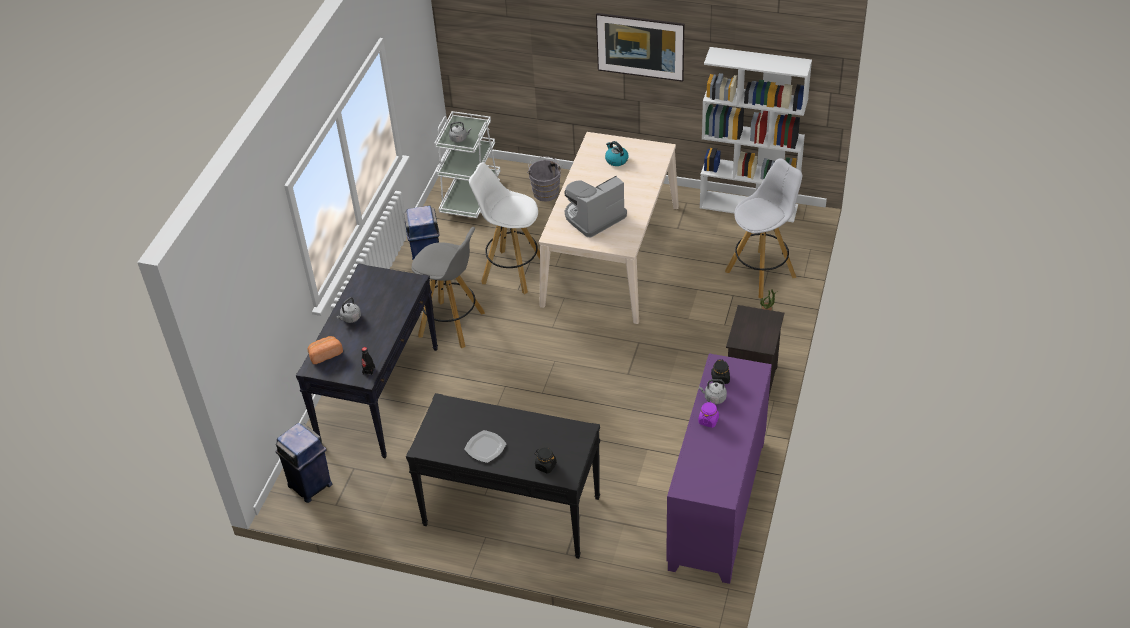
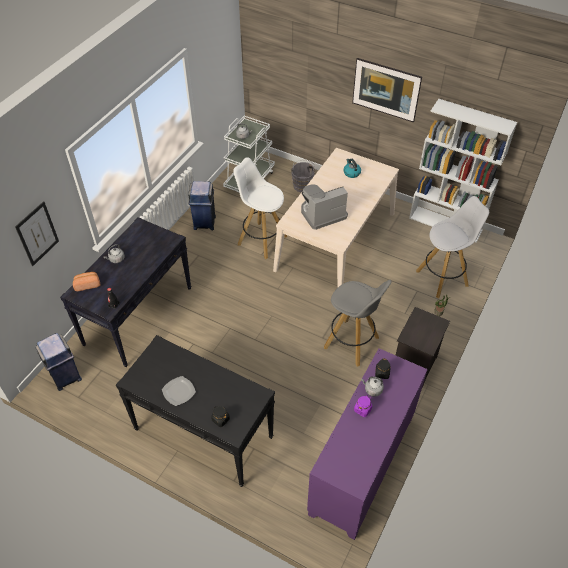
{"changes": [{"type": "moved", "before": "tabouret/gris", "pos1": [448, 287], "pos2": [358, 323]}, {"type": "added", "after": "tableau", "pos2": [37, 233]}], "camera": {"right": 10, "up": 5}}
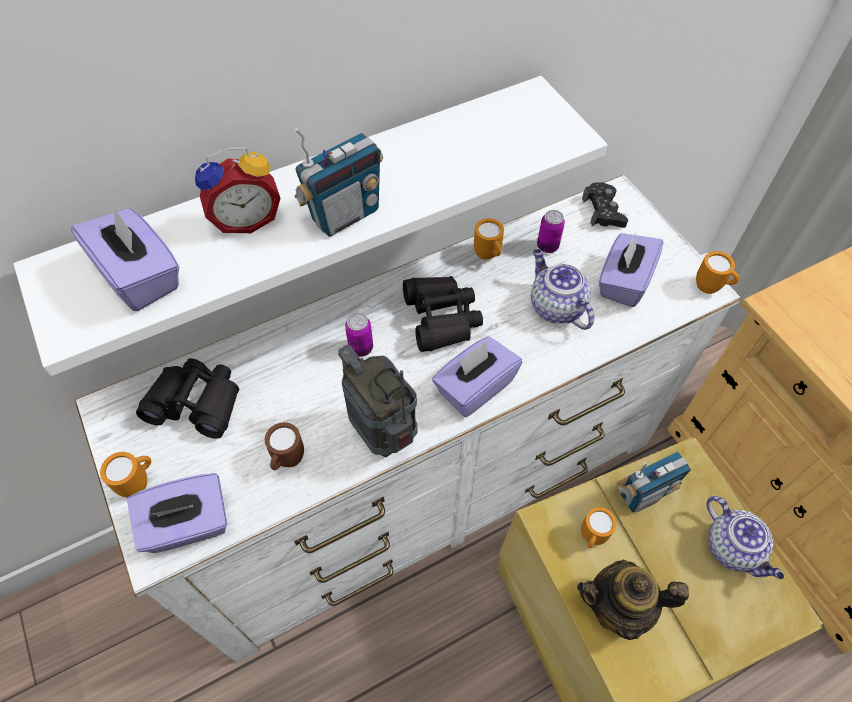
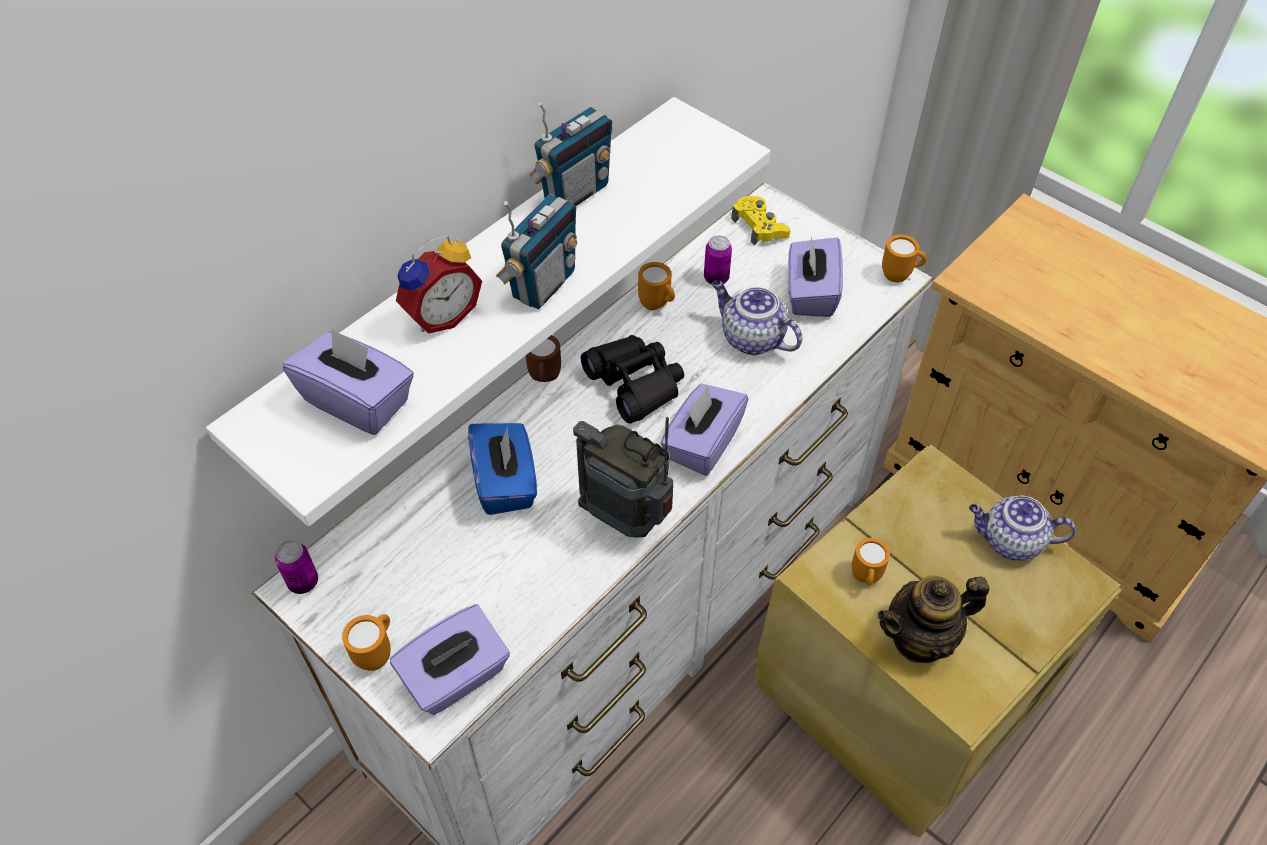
{"changes": [{"type": "removed", "before": "jumelles/noir", "pos1": [187, 398]}, {"type": "moved", "before": "mug/marron", "pos1": [284, 446], "pos2": [543, 358]}, {"type": "moved", "before": "boîte métallique", "pos1": [359, 335], "pos2": [296, 567]}, {"type": "recoloured", "before": "manette/noir", "after": "manette/jaune", "pos1": [605, 205], "pos2": [761, 221]}, {"type": "moved", "before": "radio", "pos1": [653, 482], "pos2": [570, 154]}, {"type": "turned", "before": "théière", "pos1": [745, 538], "pos2": [1022, 528], "turn": 150}, {"type": "added", "after": "boîte à mouchoirs/bleu", "pos2": [502, 469]}], "camera": {"right": -20, "up": -5}}
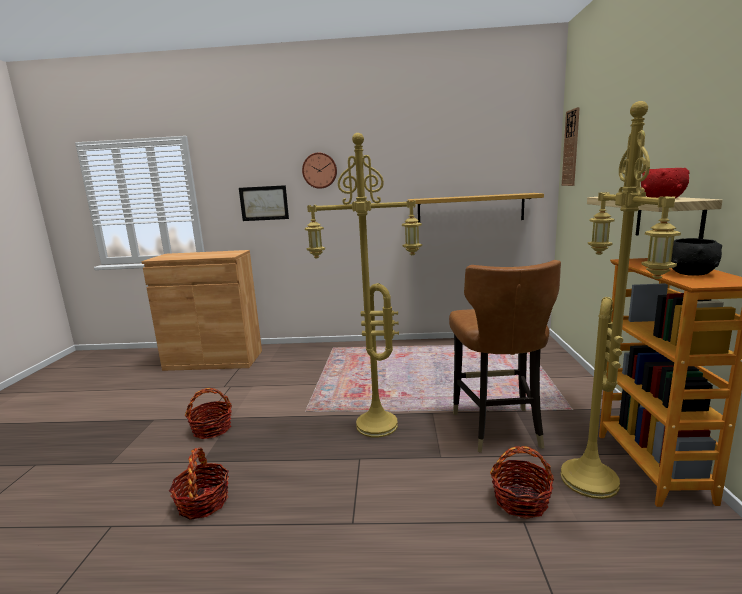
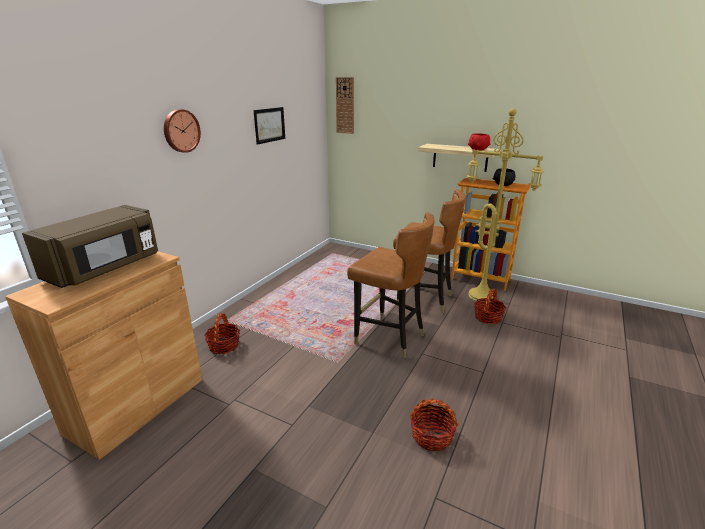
{"changes": [{"type": "moved", "before": "panier", "pos1": [208, 413], "pos2": [222, 333]}, {"type": "moved", "before": "tableau", "pos1": [264, 203], "pos2": [269, 126]}, {"type": "replaced", "before": "lampadaire/jaune", "after": "chaise/marron", "pos1": [363, 285], "pos2": [391, 285]}, {"type": "removed", "before": "étagère", "pos1": [476, 208]}, {"type": "added", "after": "micro-ondes/marron", "pos2": [90, 246]}], "camera": {"right": -65, "up": 10}}
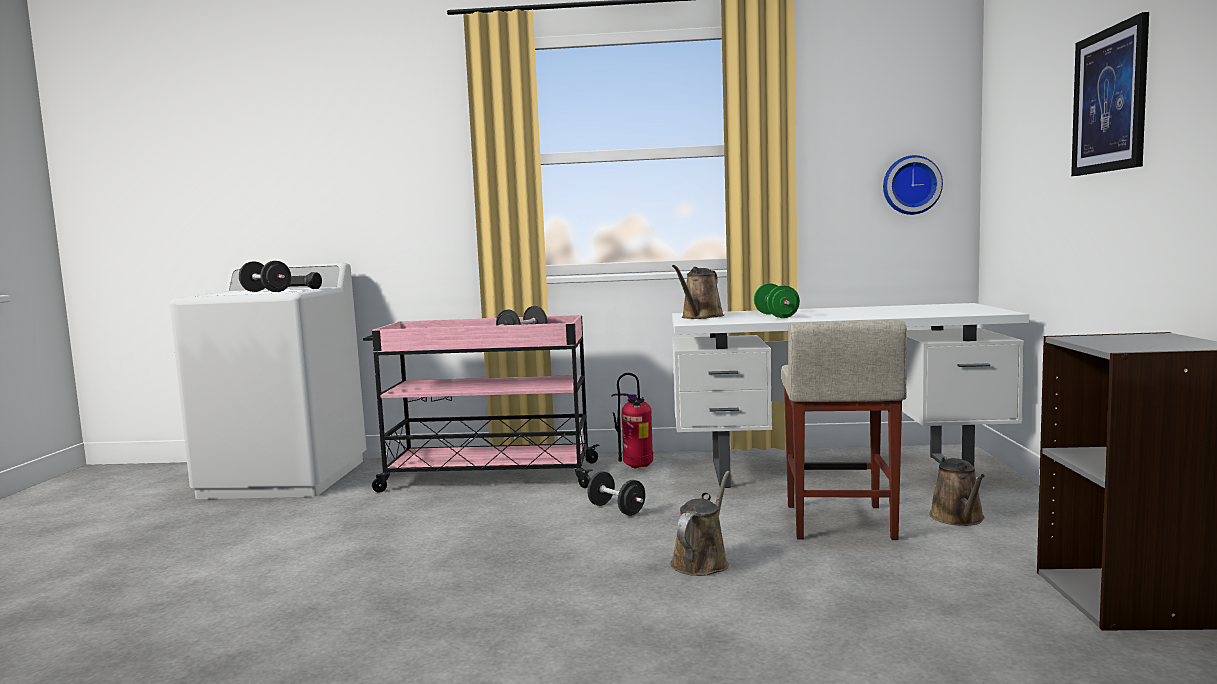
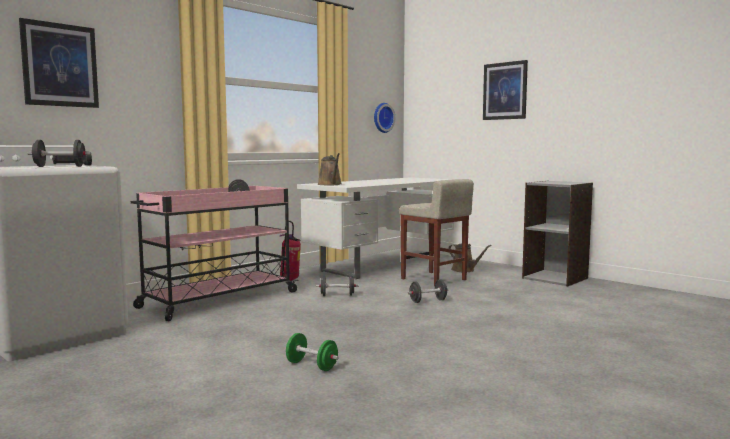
{"changes": [{"type": "replaced", "before": "arrosoir/marron", "after": "haltère/noir", "pos1": [700, 523], "pos2": [428, 291]}, {"type": "moved", "before": "haltère/vert", "pos1": [777, 300], "pos2": [312, 352]}, {"type": "added", "after": "tableau", "pos2": [59, 63]}], "camera": {"right": -50, "up": 0}}
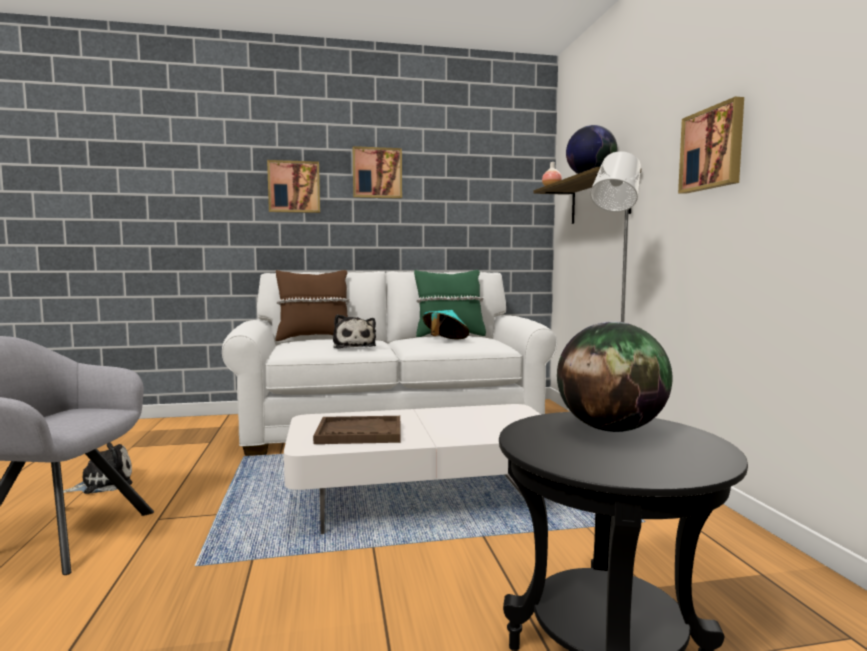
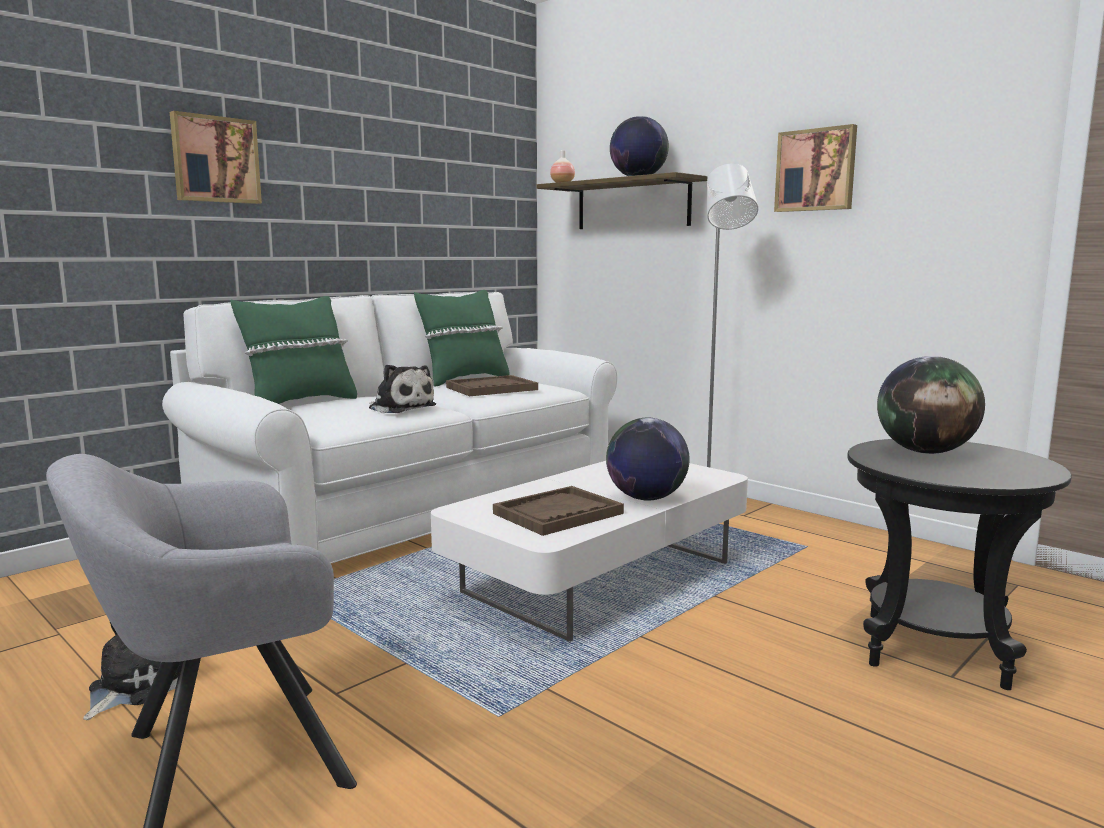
{"changes": [{"type": "recoloured", "before": "coussin/marron", "after": "coussin/vert", "pos1": [312, 305], "pos2": [294, 350]}, {"type": "removed", "before": "tableau", "pos1": [377, 172]}, {"type": "replaced", "before": "chapeau/turquoise", "after": "plateau/marron", "pos1": [445, 324], "pos2": [492, 385]}, {"type": "added", "after": "globe", "pos2": [648, 459]}], "camera": {"right": -35, "up": 5}}
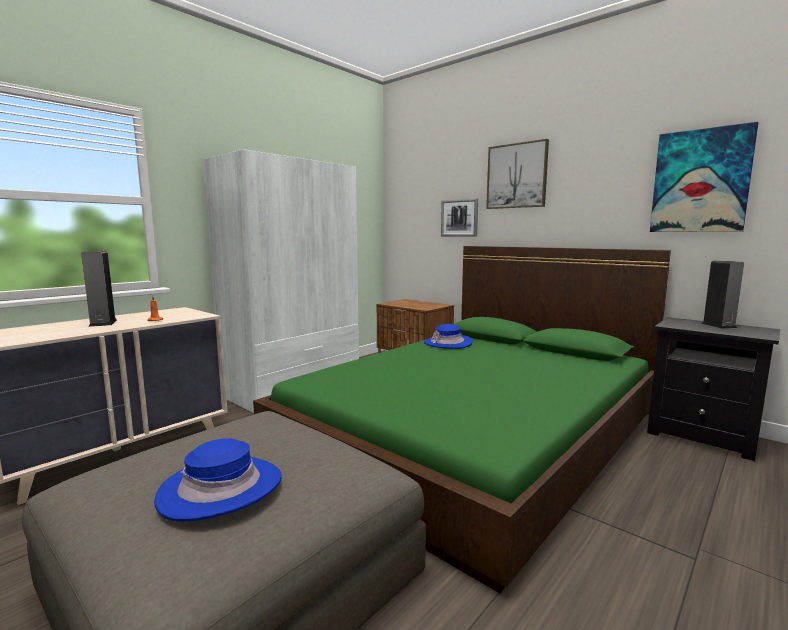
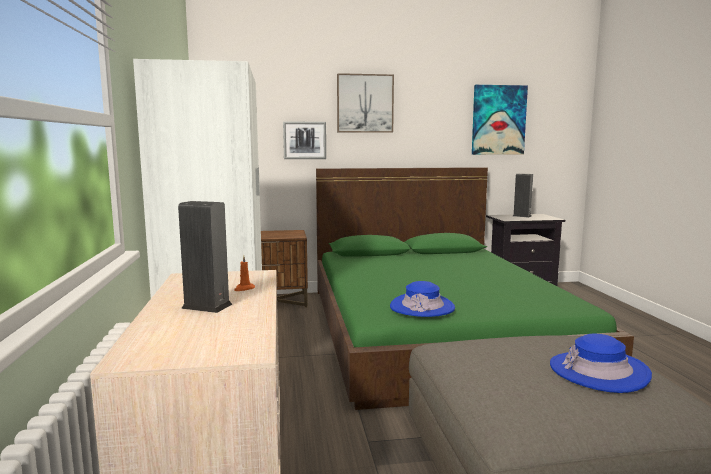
{"changes": [{"type": "moved", "before": "chapeau/bleu", "pos1": [448, 336], "pos2": [422, 299]}], "camera": {"right": -50, "up": 0}}
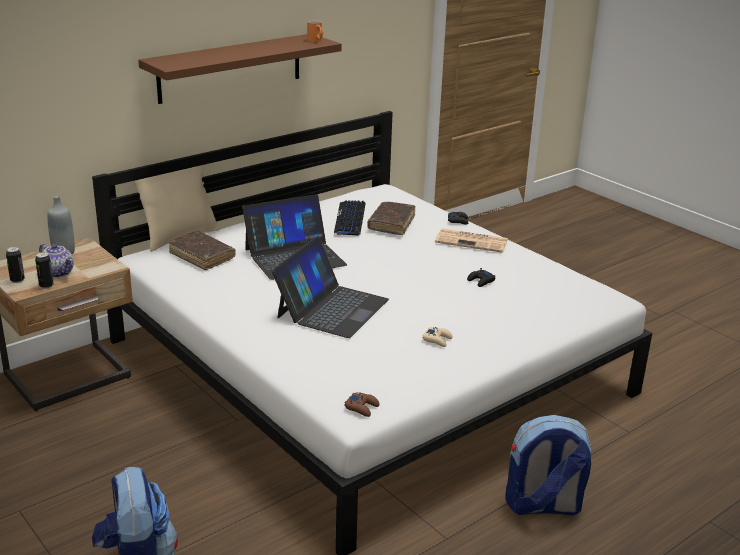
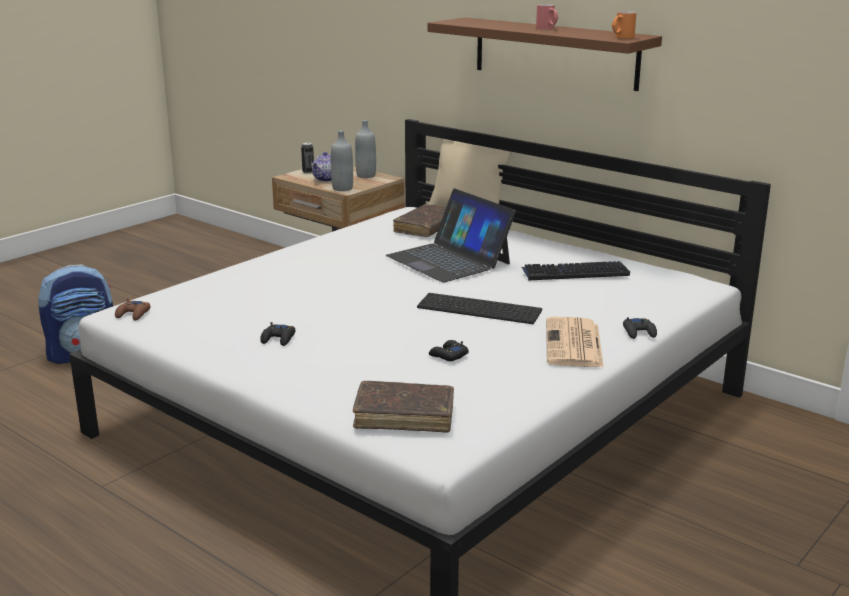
{"changes": [{"type": "removed", "before": "boîte métallique", "pos1": [44, 270]}, {"type": "removed", "before": "ordinateur portable", "pos1": [330, 287]}, {"type": "moved", "before": "livre/marron", "pos1": [391, 218], "pos2": [403, 407]}, {"type": "recoloured", "before": "manette/beige", "after": "manette/noir", "pos1": [437, 337], "pos2": [277, 334]}, {"type": "removed", "before": "sac à dos", "pos1": [548, 465]}, {"type": "added", "after": "bouteille/gris", "pos2": [342, 160]}, {"type": "added", "after": "clavier", "pos2": [479, 308]}, {"type": "added", "after": "mug/rouge", "pos2": [547, 17]}], "camera": {"right": 80, "up": -5}}
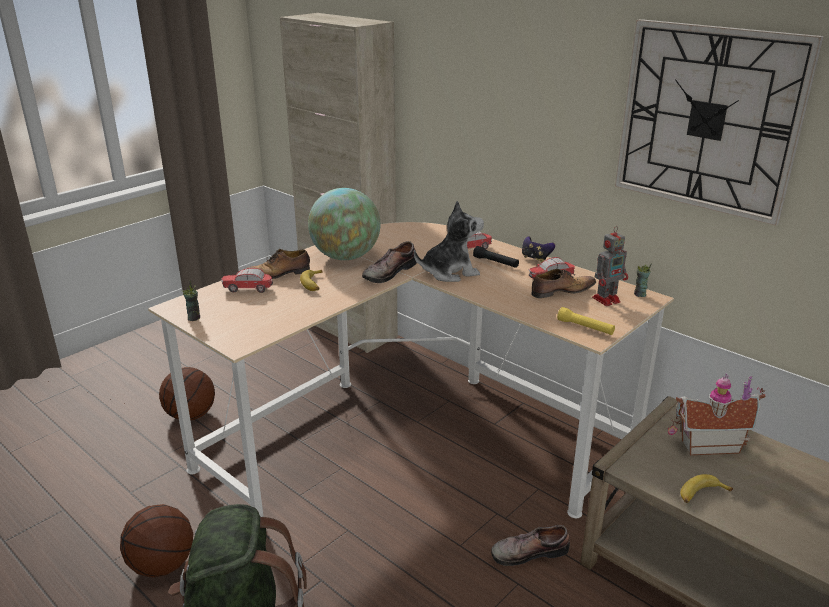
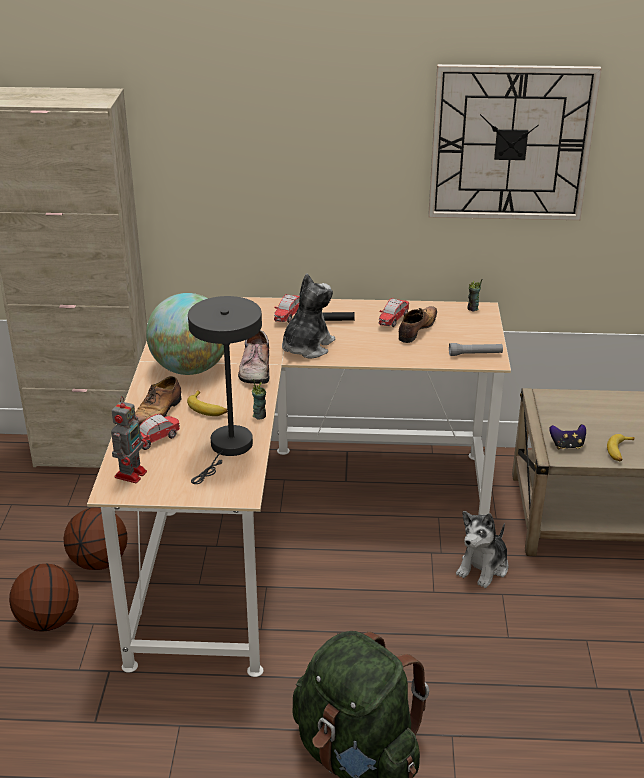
{"changes": [{"type": "moved", "before": "ballon de basket", "pos1": [156, 541], "pos2": [95, 538]}, {"type": "moved", "before": "tasse", "pos1": [191, 300], "pos2": [259, 399]}, {"type": "replaced", "before": "chaussure", "after": "peluche", "pos1": [530, 545], "pos2": [482, 549]}, {"type": "moved", "before": "manette", "pos1": [538, 249], "pos2": [567, 436]}, {"type": "recoloured", "before": "lampe de poche/jaune", "after": "lampe de poche/gris", "pos1": [586, 321], "pos2": [476, 349]}, {"type": "moved", "before": "robot jouet", "pos1": [610, 266], "pos2": [129, 439]}, {"type": "removed", "before": "maison miniature", "pos1": [716, 414]}, {"type": "added", "after": "lampe de table/gris", "pos2": [225, 390]}], "camera": {"right": -40, "up": 5}}
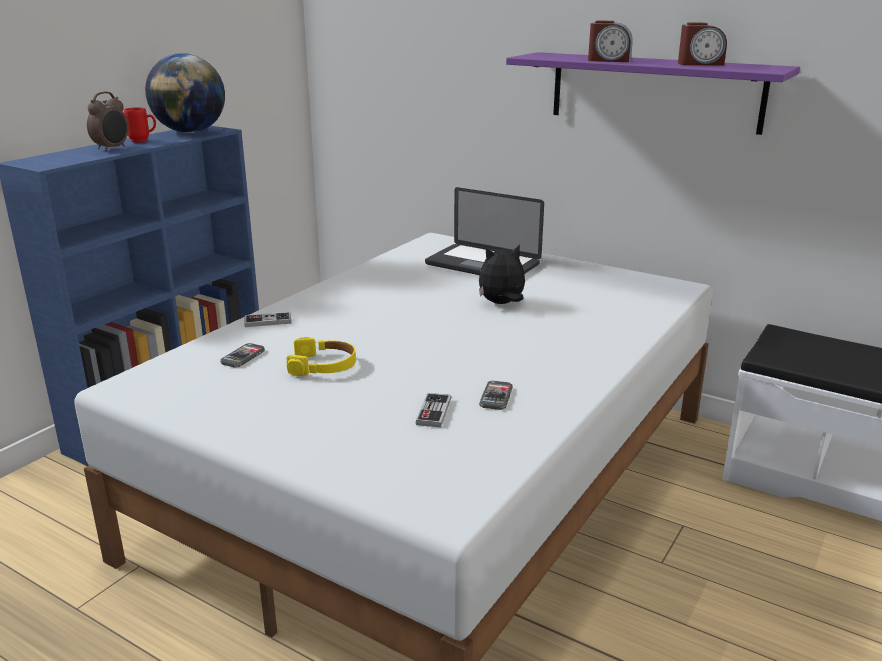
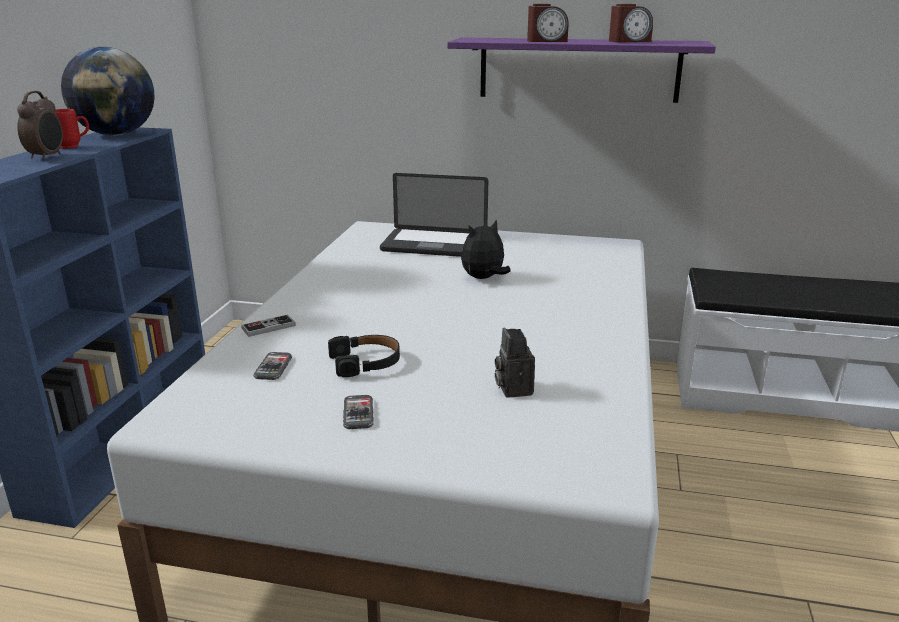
{"changes": [{"type": "recoloured", "before": "casque audio/jaune", "after": "casque audio/noir", "pos1": [321, 356], "pos2": [364, 356]}, {"type": "replaced", "before": "manette", "after": "appareil photo", "pos1": [433, 410], "pos2": [515, 362]}, {"type": "moved", "before": "téléphone", "pos1": [496, 395], "pos2": [358, 412]}], "camera": {"right": -20, "up": 0}}
